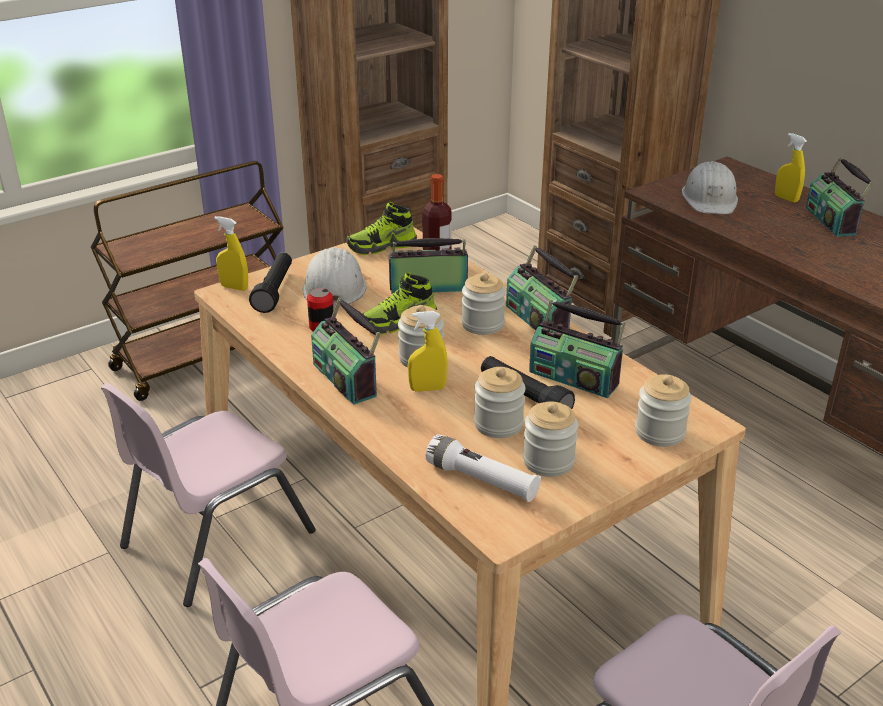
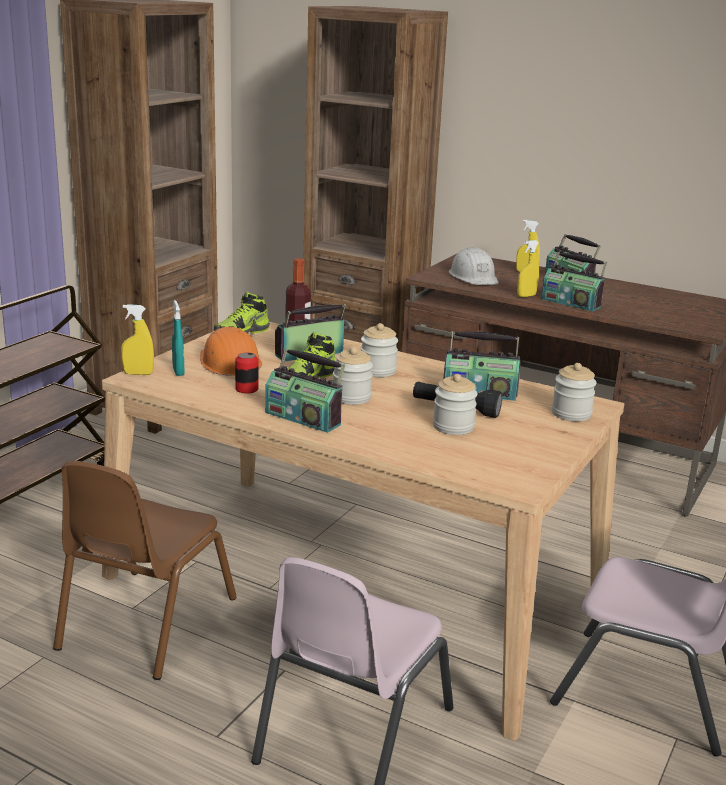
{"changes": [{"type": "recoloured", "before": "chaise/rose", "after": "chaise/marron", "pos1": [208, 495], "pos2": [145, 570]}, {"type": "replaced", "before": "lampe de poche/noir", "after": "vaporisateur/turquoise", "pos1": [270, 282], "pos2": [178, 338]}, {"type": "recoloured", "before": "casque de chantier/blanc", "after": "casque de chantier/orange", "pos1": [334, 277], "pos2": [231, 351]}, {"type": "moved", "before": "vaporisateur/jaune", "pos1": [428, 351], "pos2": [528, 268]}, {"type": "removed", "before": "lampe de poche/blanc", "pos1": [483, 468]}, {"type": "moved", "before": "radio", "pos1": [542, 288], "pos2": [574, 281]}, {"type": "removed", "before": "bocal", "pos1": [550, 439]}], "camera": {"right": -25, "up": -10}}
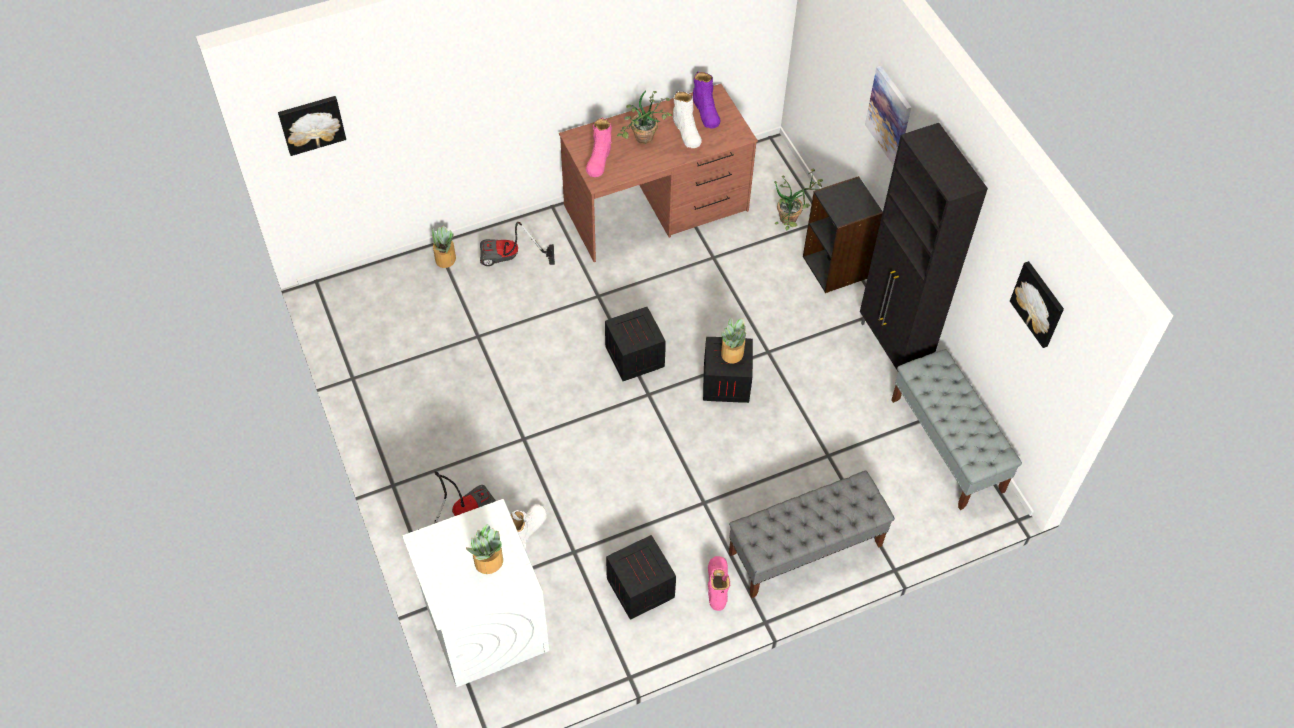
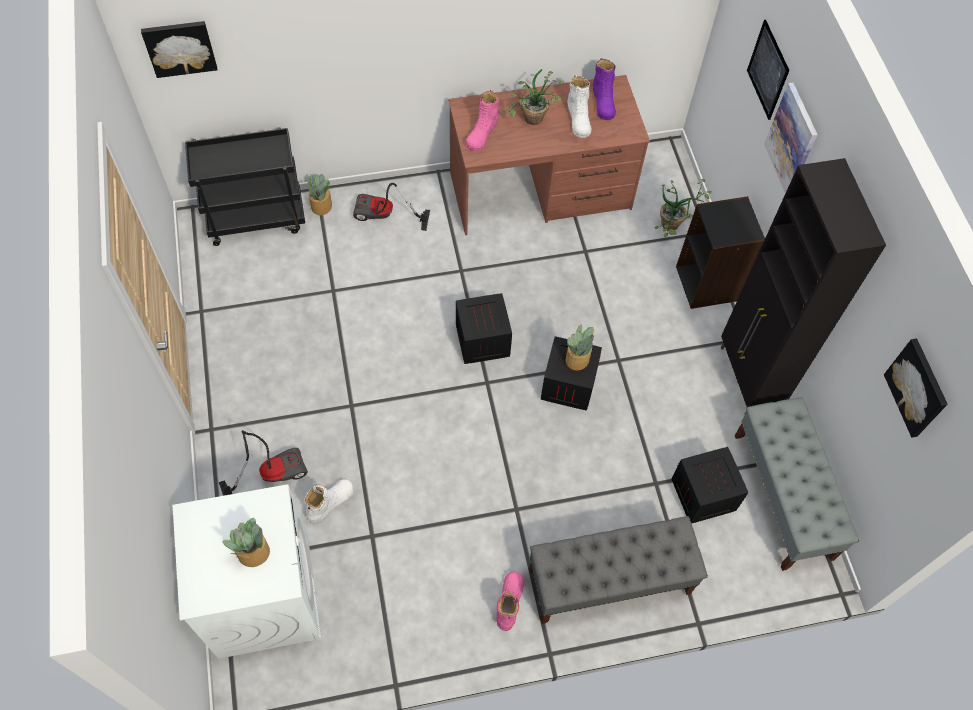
{"changes": [{"type": "moved", "before": "caisse", "pos1": [641, 577], "pos2": [710, 485]}, {"type": "added", "after": "chariot/noir", "pos2": [245, 186]}, {"type": "added", "after": "tableau", "pos2": [768, 70]}], "camera": {"right": 10, "up": 5}}
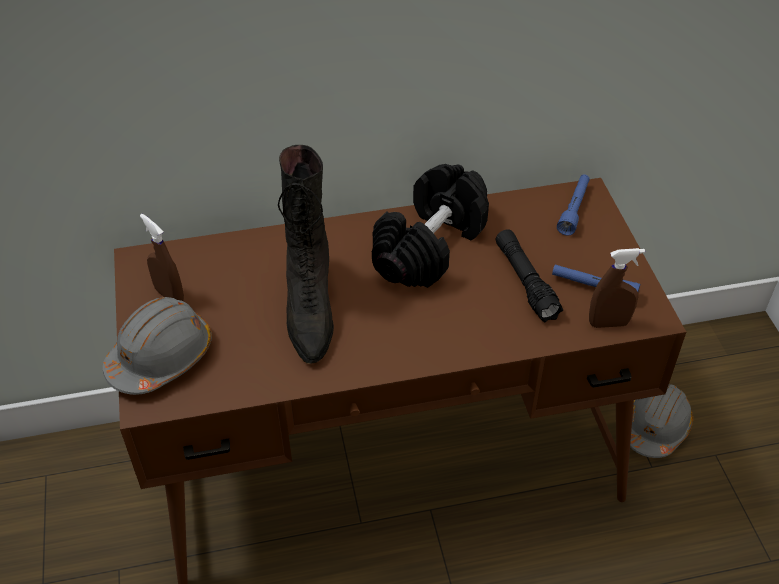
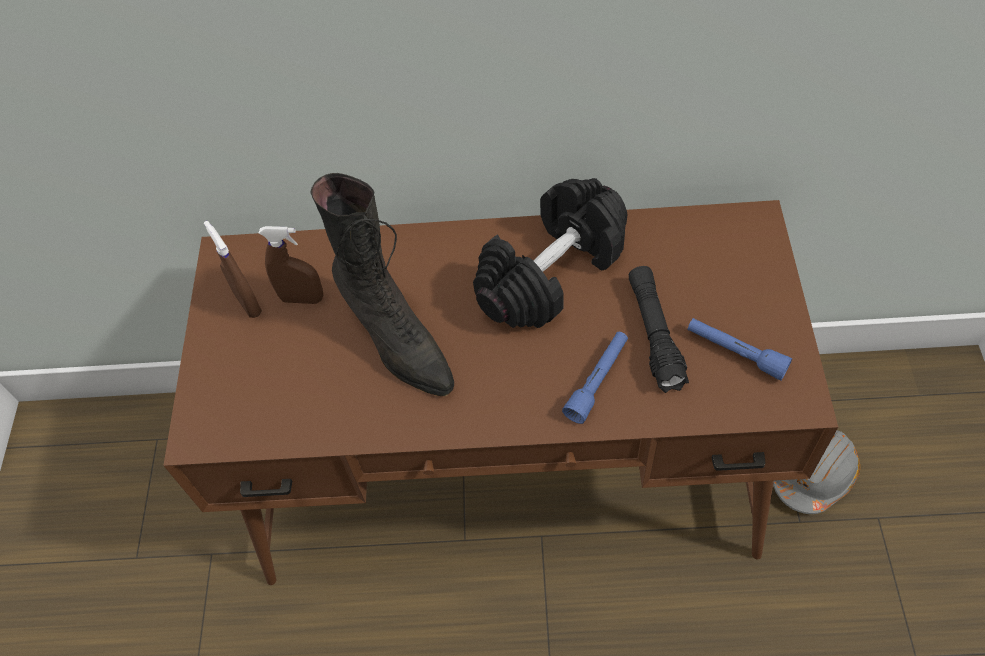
{"changes": [{"type": "removed", "before": "casque de chantier/gris", "pos1": [157, 346]}, {"type": "turned", "before": "botte/noir", "pos1": [306, 254], "pos2": [382, 284], "turn": -45}, {"type": "moved", "before": "lampe de poche/bleu", "pos1": [573, 205], "pos2": [595, 378]}, {"type": "moved", "before": "vaporisateur/marron", "pos1": [617, 288], "pos2": [291, 265]}], "camera": {"right": 15, "up": 10}}
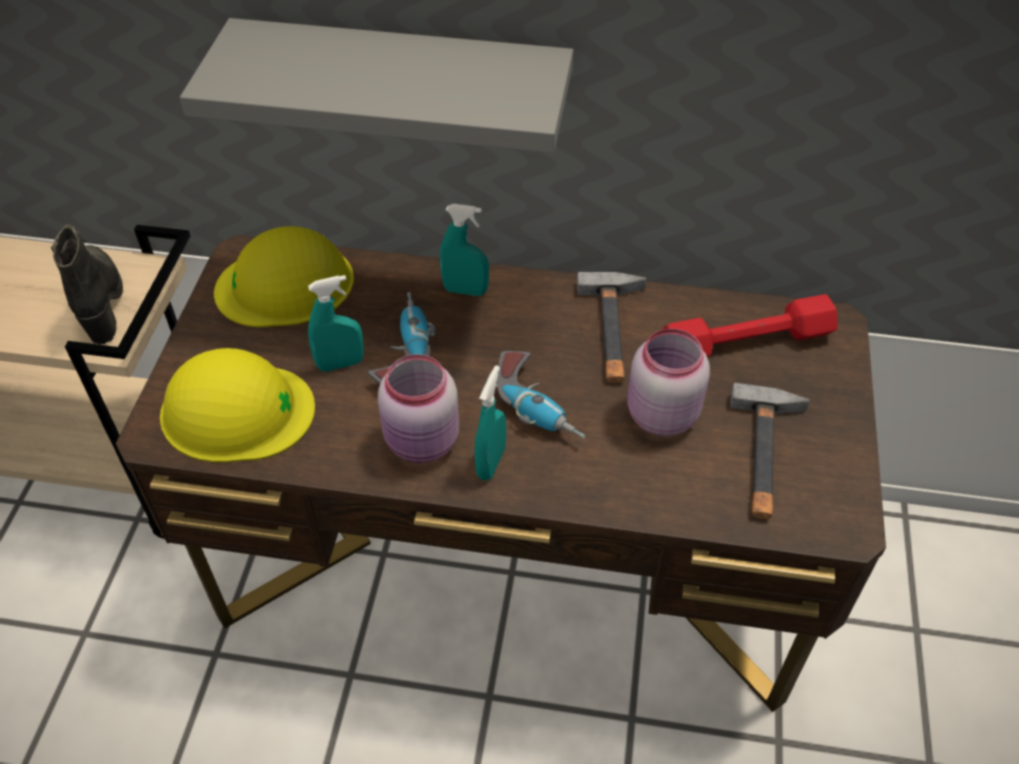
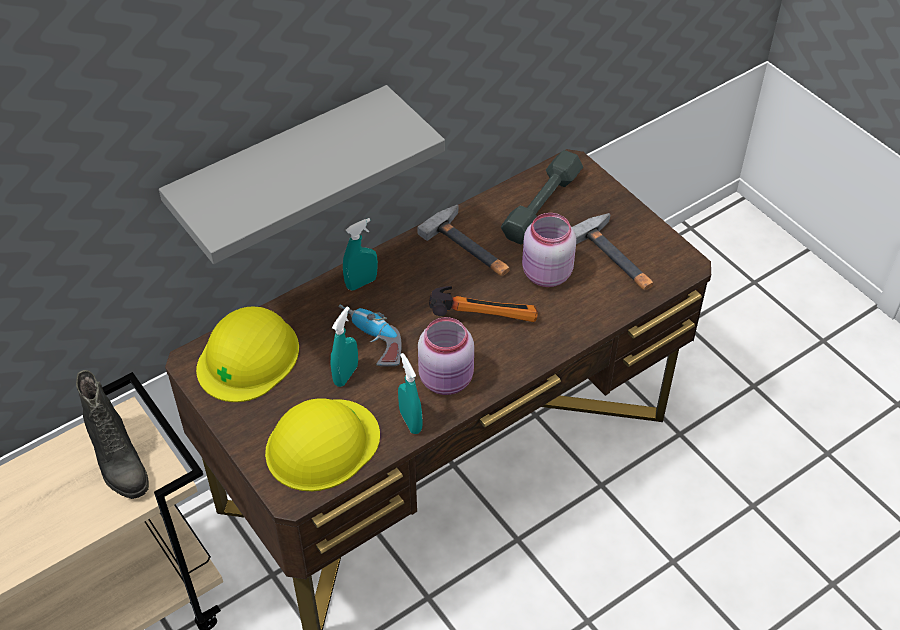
{"changes": [{"type": "turned", "before": "botte/noir", "pos1": [87, 284], "pos2": [112, 434], "turn": -150}, {"type": "moved", "before": "vaporisateur/turquoise", "pos1": [490, 422], "pos2": [410, 393]}, {"type": "replaced", "before": "perceuse", "after": "marteau", "pos1": [541, 395], "pos2": [483, 304]}, {"type": "recoloured", "before": "haltère/rouge", "after": "haltère/gris", "pos1": [749, 325], "pos2": [542, 197]}], "camera": {"right": -45, "up": 0}}
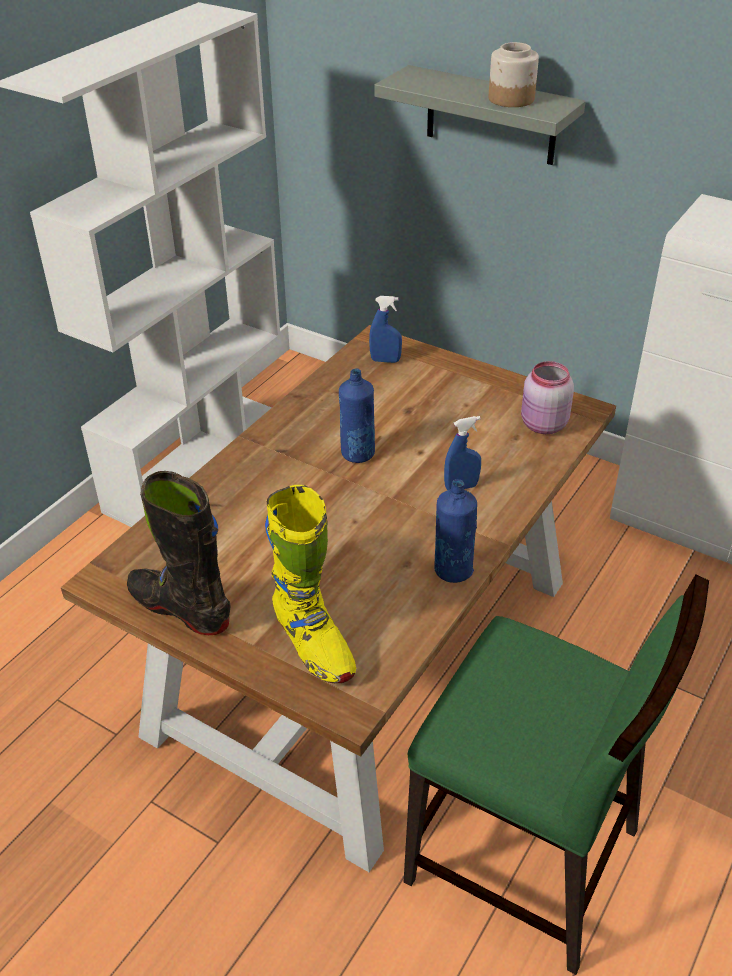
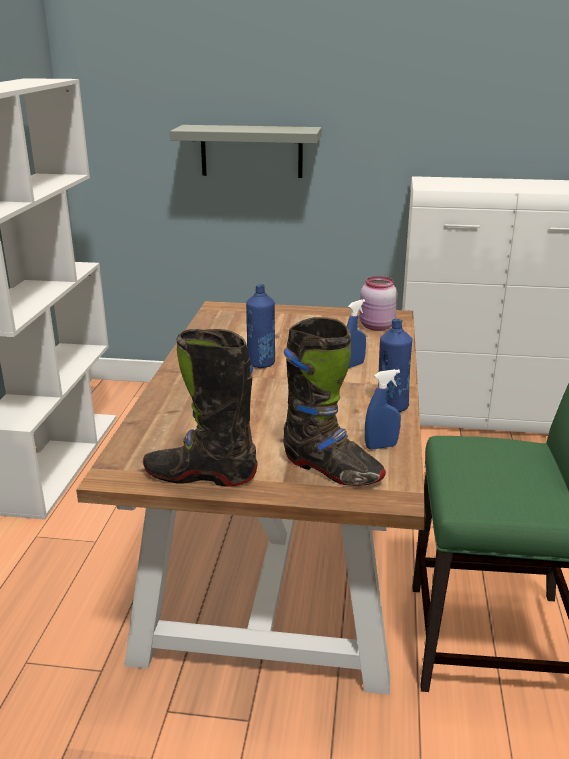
{"changes": [{"type": "recoloured", "before": "botte/jaune", "after": "botte/noir", "pos1": [310, 584], "pos2": [334, 401]}, {"type": "moved", "before": "vaporisateur/bleu", "pos1": [385, 329], "pos2": [383, 409]}, {"type": "removed", "before": "bocal", "pos1": [514, 74]}], "camera": {"right": -25, "up": -15}}
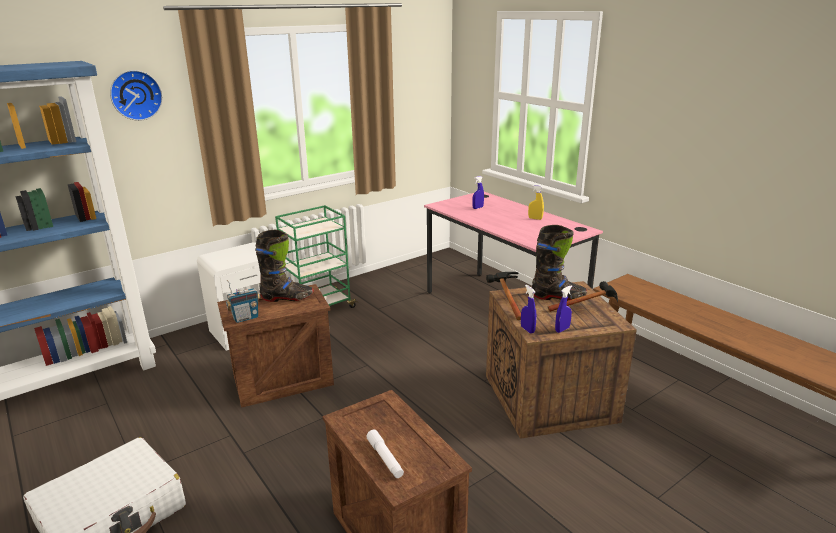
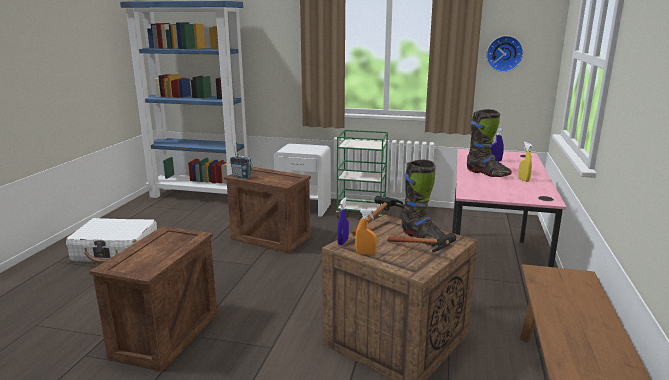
{"changes": [{"type": "moved", "before": "horloge murale", "pos1": [136, 95], "pos2": [504, 54]}, {"type": "moved", "before": "botte/noir", "pos1": [284, 266], "pos2": [489, 143]}, {"type": "removed", "before": "lampe de poche/blanc", "pos1": [385, 454]}, {"type": "recoloured", "before": "vaporisateur/bleu", "after": "vaporisateur/orange", "pos1": [563, 309], "pos2": [366, 232]}], "camera": {"right": 50, "up": -5}}
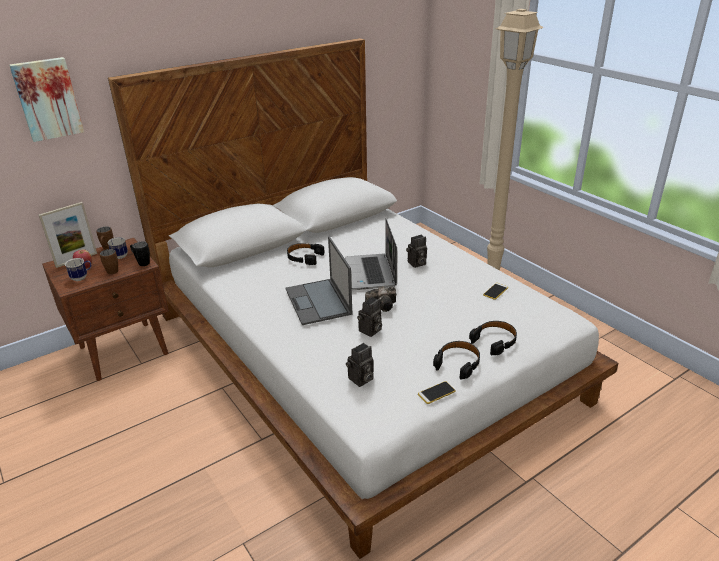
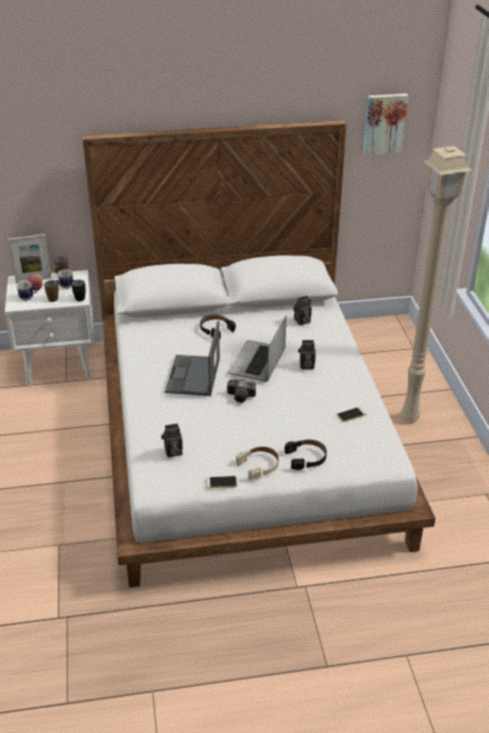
{"changes": [{"type": "moved", "before": "tableau", "pos1": [46, 99], "pos2": [386, 124]}, {"type": "recoloured", "before": "table de chevet/marron", "after": "table de chevet/blanc", "pos1": [105, 309], "pos2": [49, 328]}, {"type": "moved", "before": "appareil photo", "pos1": [369, 317], "pos2": [302, 310]}, {"type": "recoloured", "before": "casque audio/noir", "after": "casque audio/beige", "pos1": [456, 360], "pos2": [257, 463]}], "camera": {"right": 25, "up": 5}}
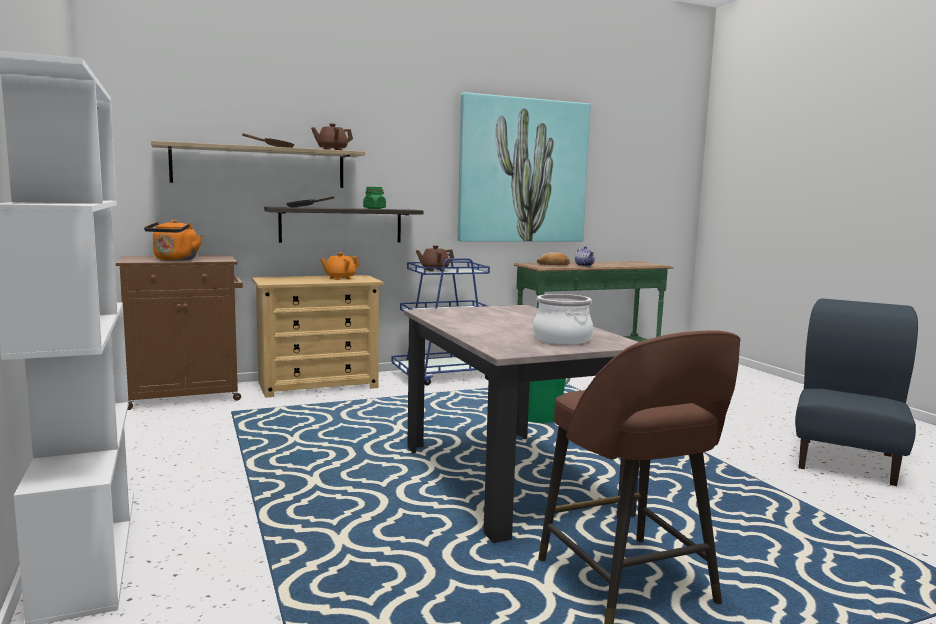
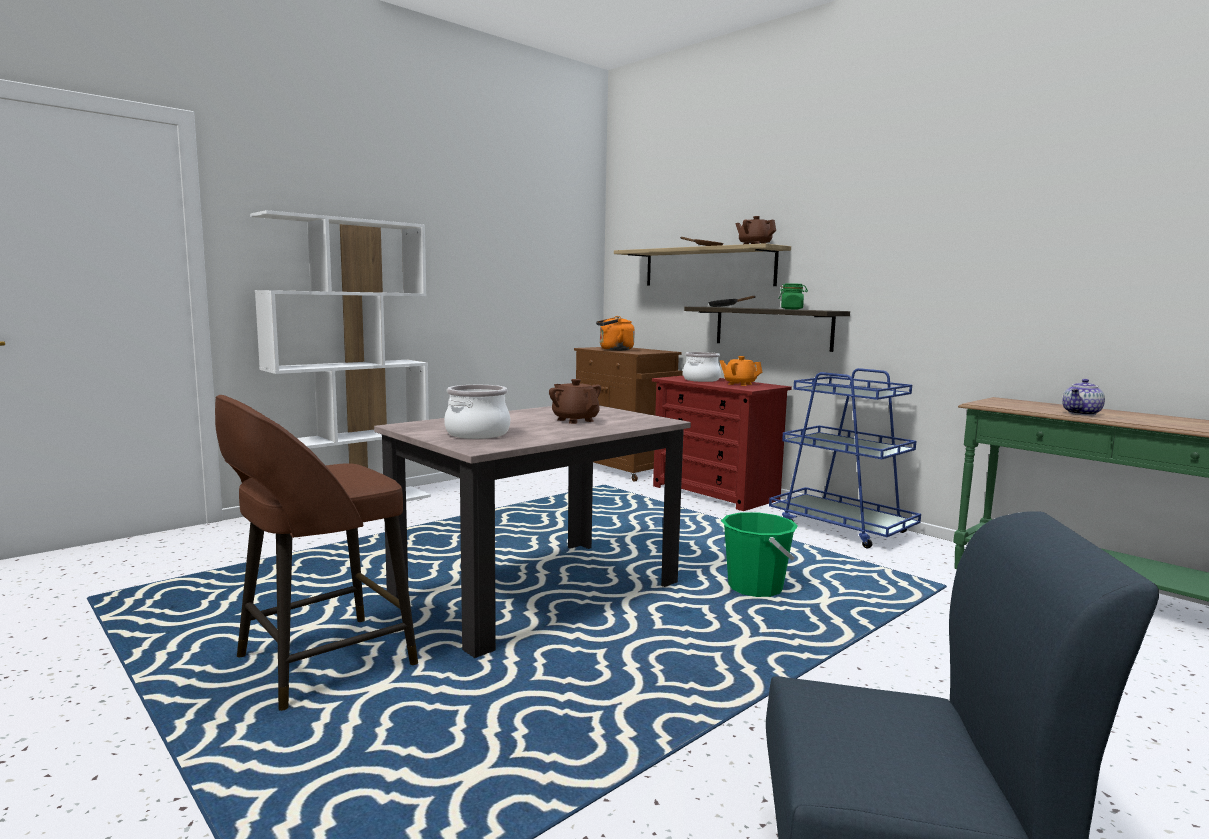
{"changes": [{"type": "recoloured", "before": "commode/beige", "after": "commode/rouge", "pos1": [317, 336], "pos2": [722, 443]}, {"type": "moved", "before": "théière/marron", "pos1": [435, 258], "pos2": [575, 401]}, {"type": "removed", "before": "tableau", "pos1": [524, 167]}, {"type": "removed", "before": "pain", "pos1": [553, 258]}, {"type": "added", "after": "marmite", "pos2": [702, 367]}], "camera": {"right": 70, "up": 0}}
